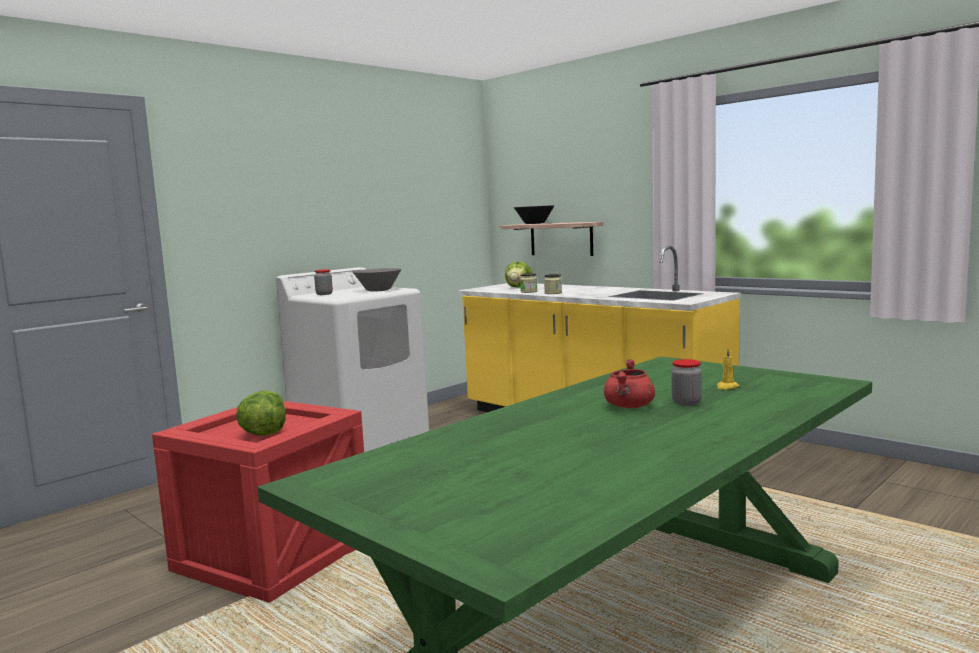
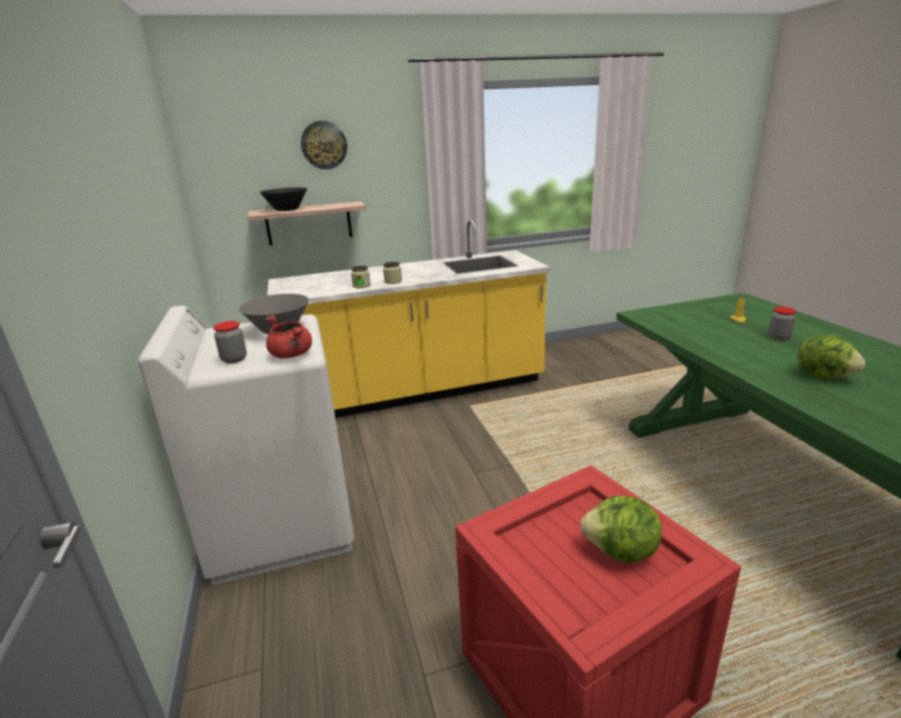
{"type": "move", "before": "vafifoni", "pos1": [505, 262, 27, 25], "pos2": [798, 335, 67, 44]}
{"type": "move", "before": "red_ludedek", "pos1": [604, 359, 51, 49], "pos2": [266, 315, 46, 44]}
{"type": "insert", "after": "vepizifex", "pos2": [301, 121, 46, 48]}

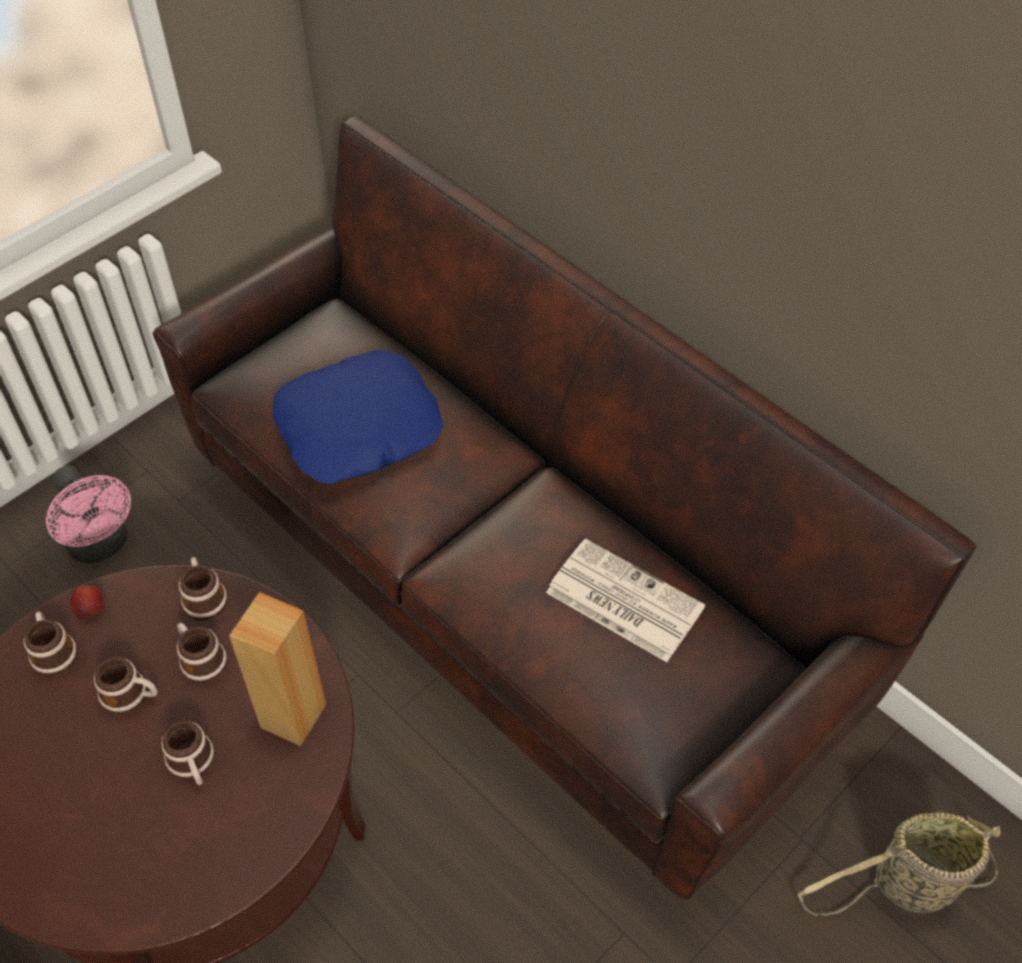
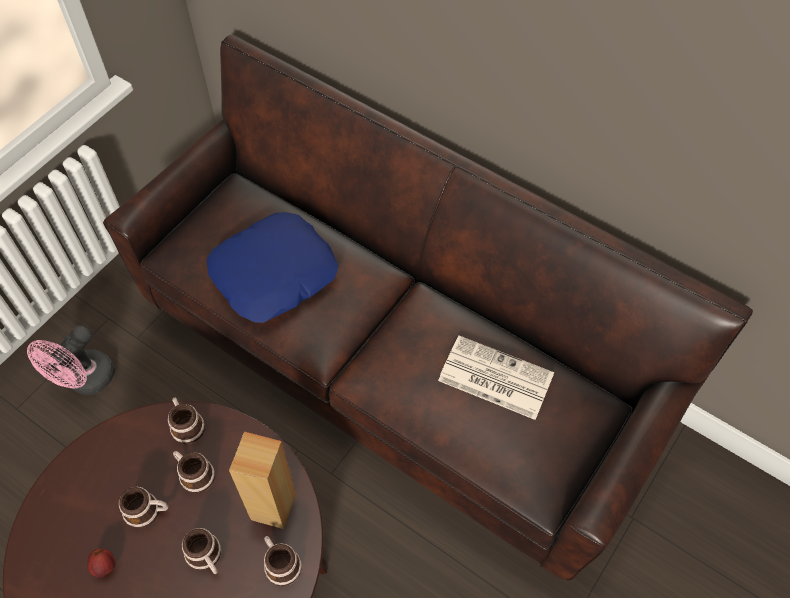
{"type": "rotate", "before": "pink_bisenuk", "pos1": [46, 465, 85, 98], "pos2": [27, 325, 88, 70], "turn": 75}
{"type": "move", "before": "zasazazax", "pos1": [70, 585, 35, 33], "pos2": [87, 549, 29, 29]}
{"type": "move", "before": "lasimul", "pos1": [24, 611, 54, 65], "pos2": [264, 536, 38, 50]}
{"type": "delete", "before": "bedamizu", "pos1": [798, 812, 203, 104]}

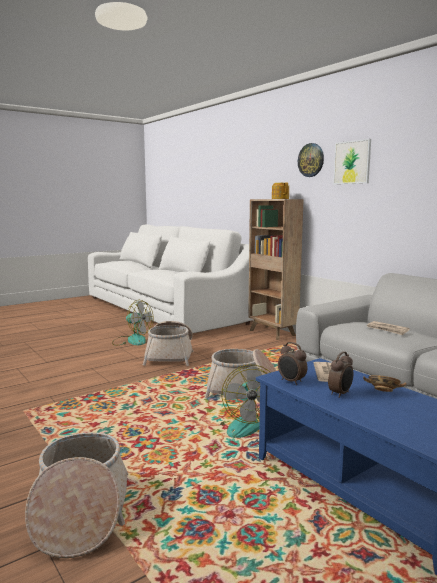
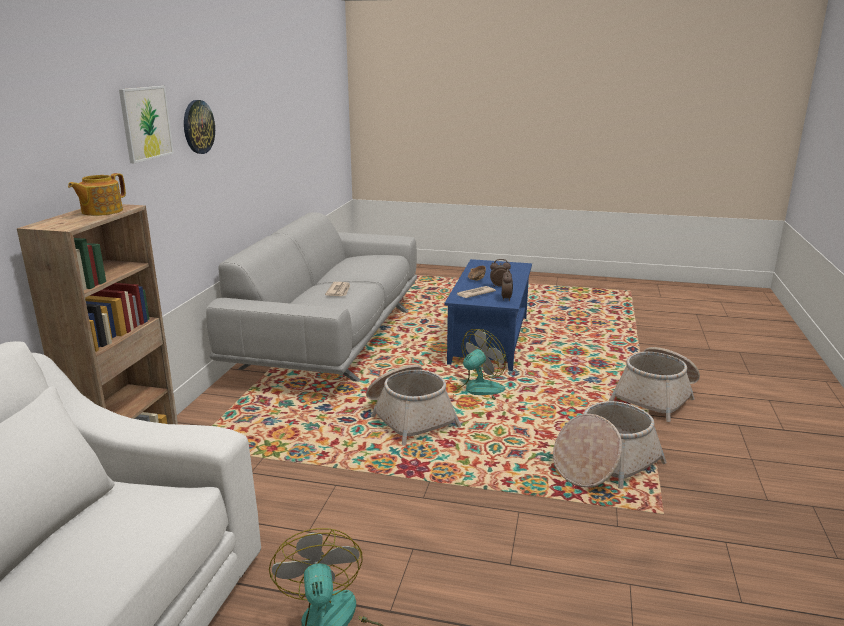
{"type": "move", "before": "vepizifex", "pos1": [298, 143, 26, 34], "pos2": [184, 100, 31, 54]}
{"type": "move", "before": "bedamizu", "pos1": [143, 321, 50, 45], "pos2": [553, 401, 114, 88]}

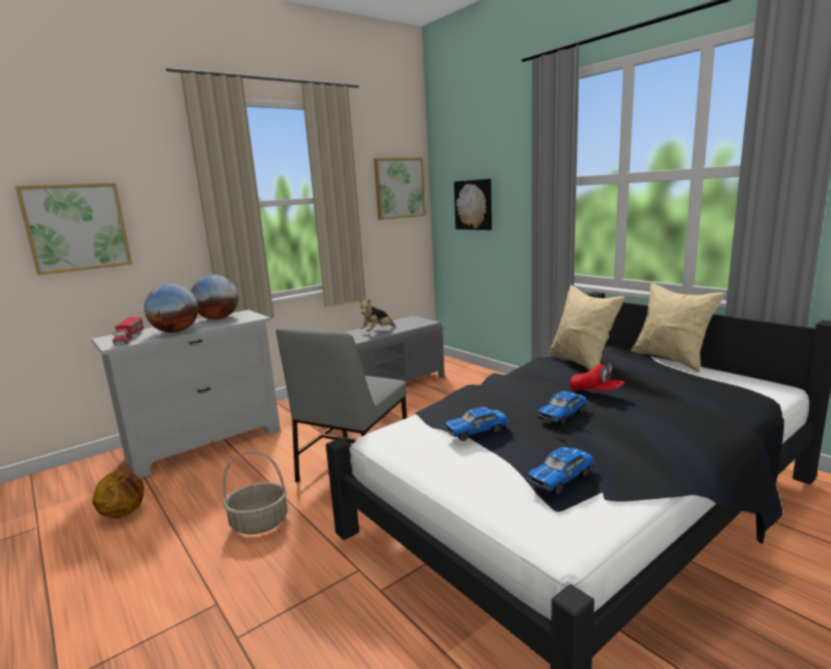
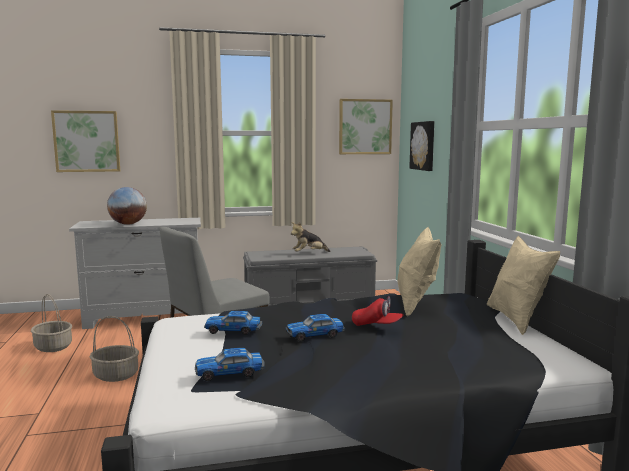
{"type": "delete", "before": "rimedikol", "pos1": [191, 275, 47, 45]}
{"type": "delete", "before": "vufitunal", "pos1": [112, 316, 32, 29]}
{"type": "rotate", "before": "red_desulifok", "pos1": [570, 363, 55, 28], "pos2": [352, 296, 52, 30], "turn": -45}
{"type": "replace", "before": "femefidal", "after": "bedamizu", "pos1": [93, 471, 51, 48], "pos2": [31, 294, 41, 58]}

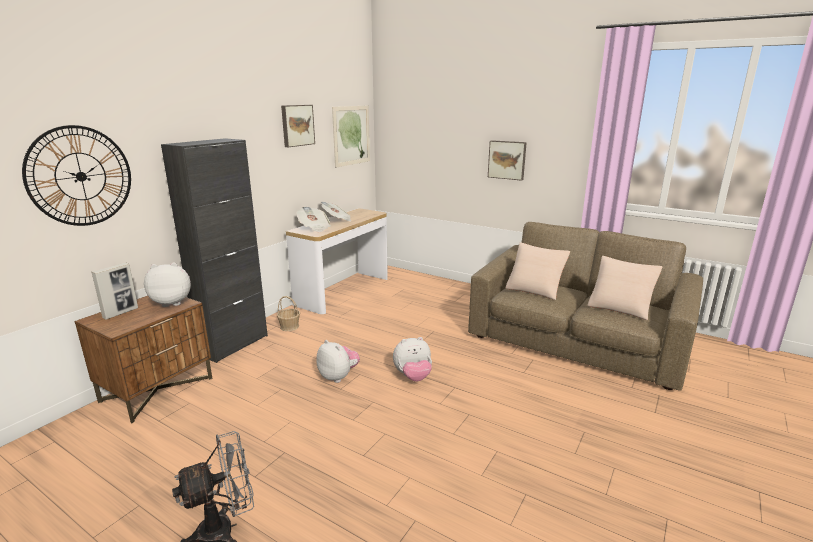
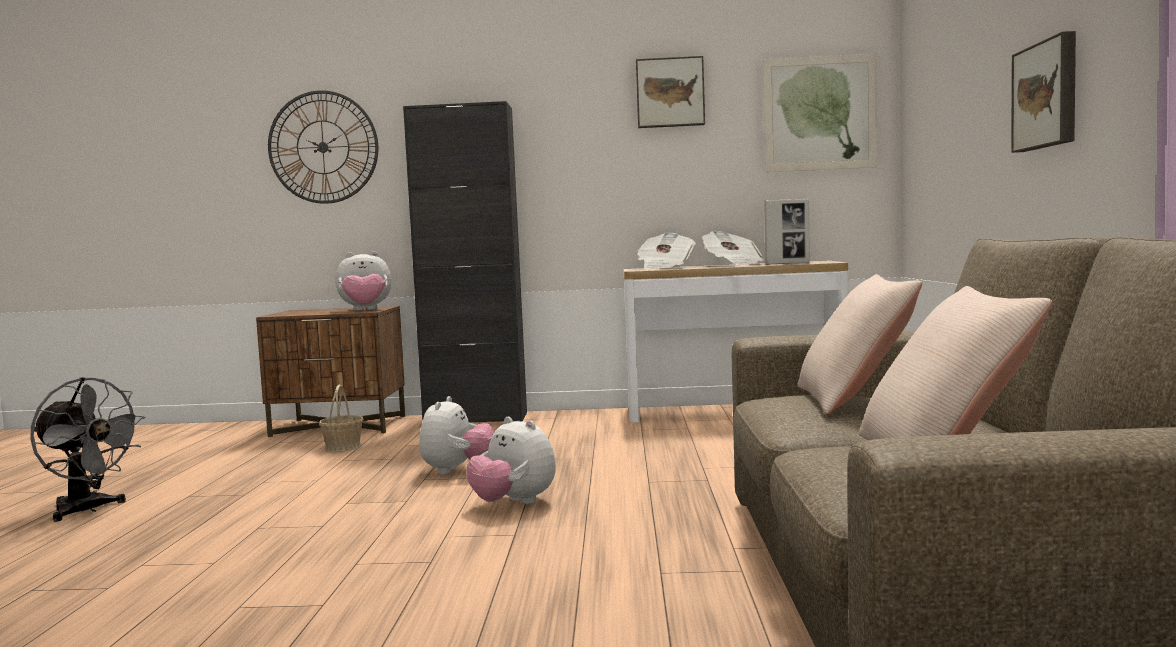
{"type": "rotate", "before": "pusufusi", "pos1": [144, 262, 47, 45], "pos2": [335, 251, 57, 60], "turn": 120}
{"type": "move", "before": "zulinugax", "pos1": [91, 263, 47, 57], "pos2": [764, 199, 46, 66]}
{"type": "move", "before": "bedamizu", "pos1": [277, 296, 23, 35], "pos2": [319, 385, 44, 67]}

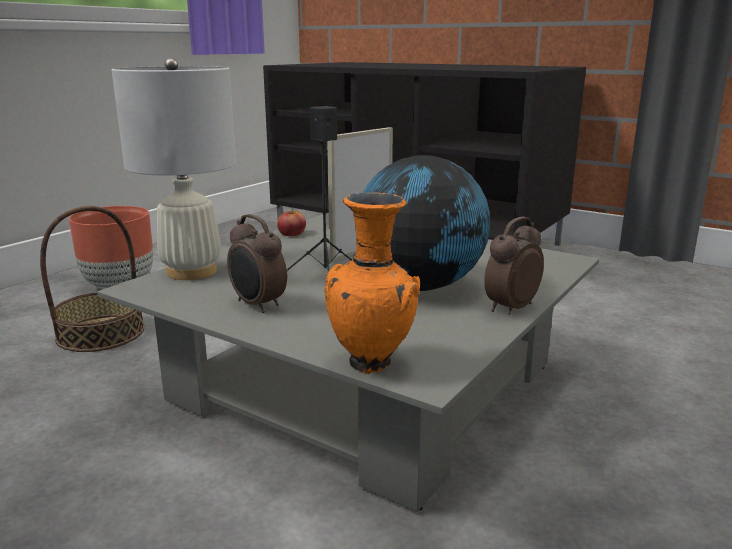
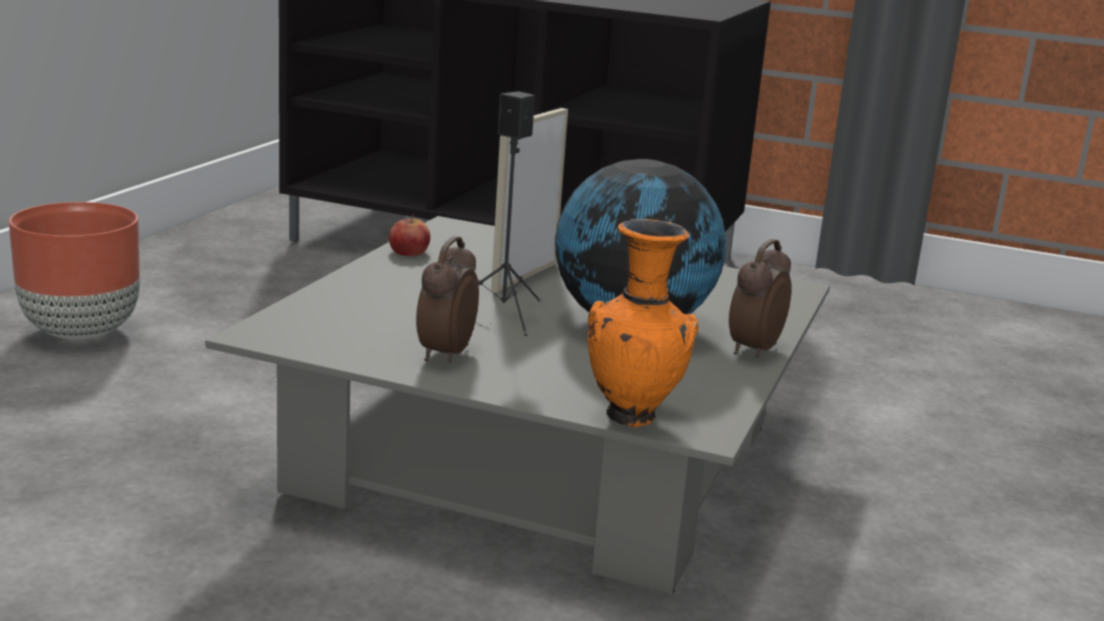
{"type": "delete", "before": "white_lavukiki", "pos1": [112, 58, 124, 222]}
{"type": "delete", "before": "bedamizu", "pos1": [40, 206, 105, 146]}
{"type": "rotate", "before": "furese", "pos1": [227, 214, 60, 99], "pos2": [416, 236, 63, 126], "turn": 75}

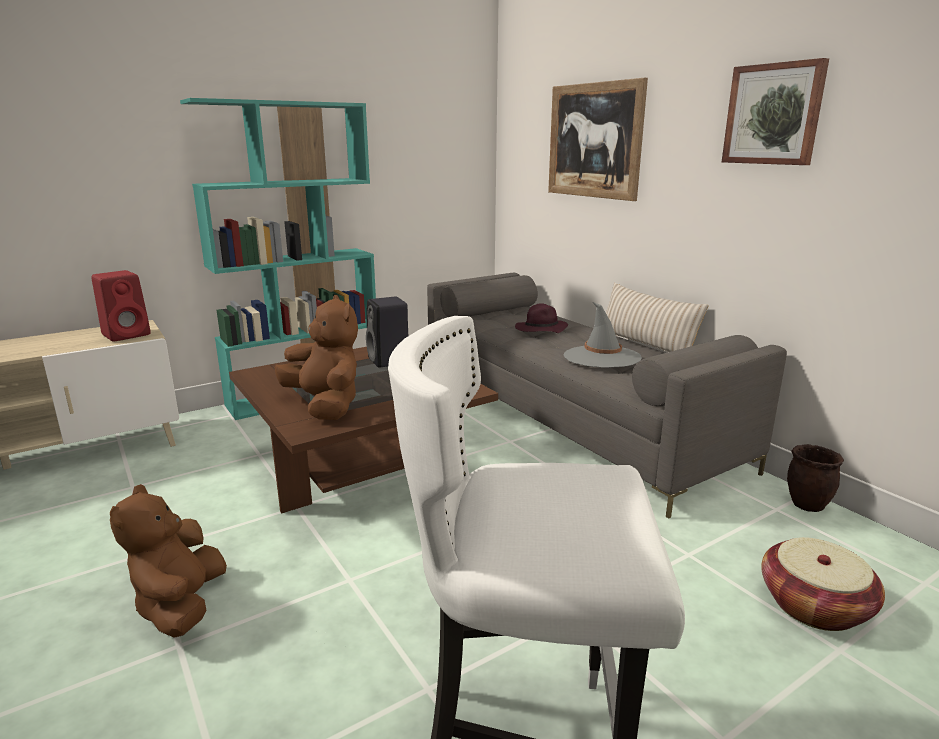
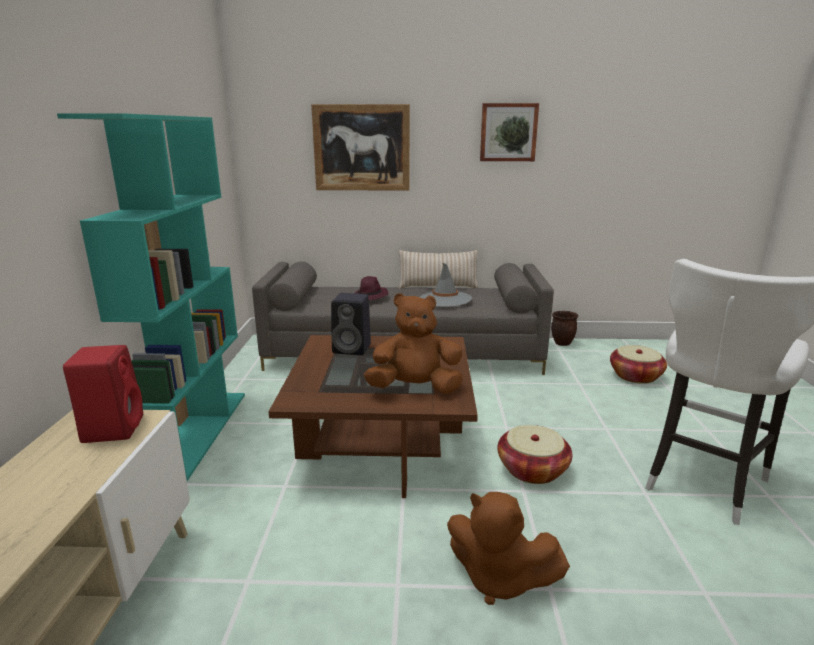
{"type": "insert", "after": "bedamizu", "pos2": [497, 425, 75, 59]}

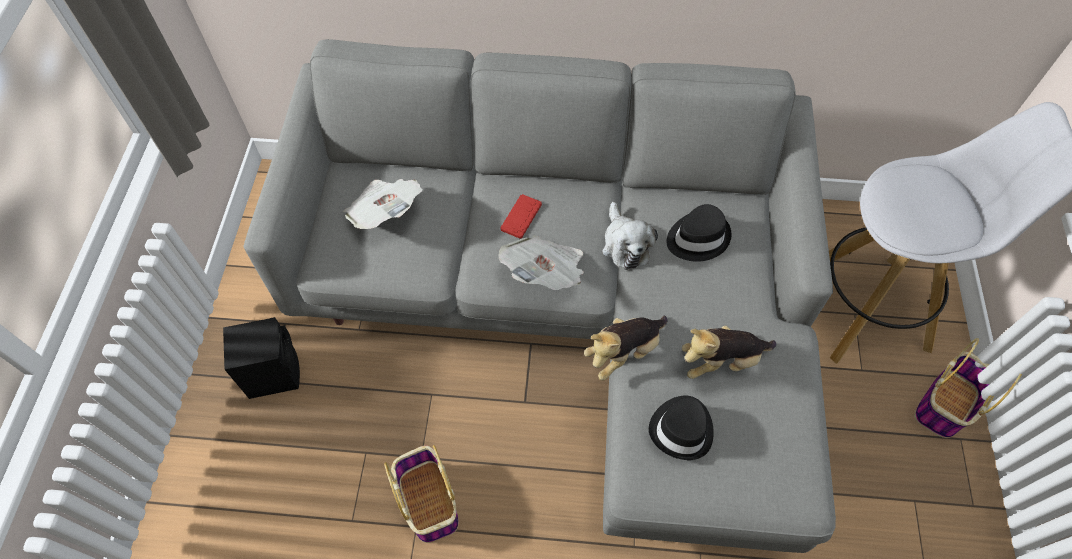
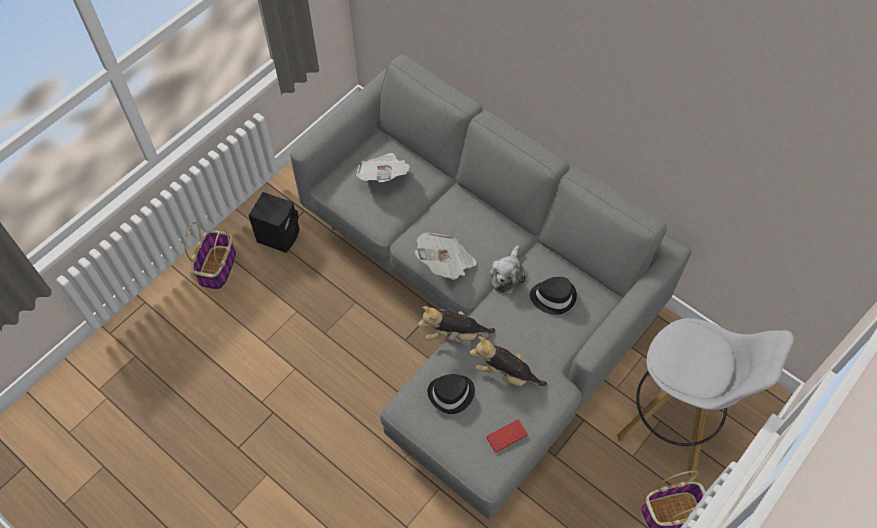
{"type": "move", "before": "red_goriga", "pos1": [500, 194, 42, 45], "pos2": [486, 420, 41, 33]}
{"type": "move", "before": "bedamizu", "pos1": [384, 445, 75, 98], "pos2": [184, 222, 53, 68]}

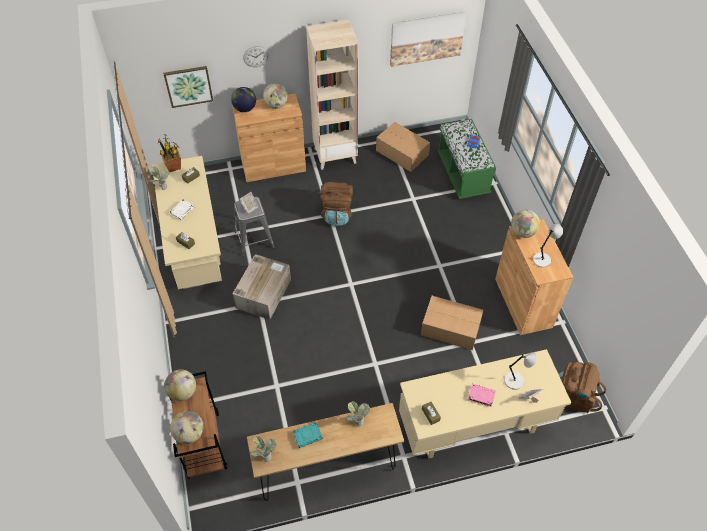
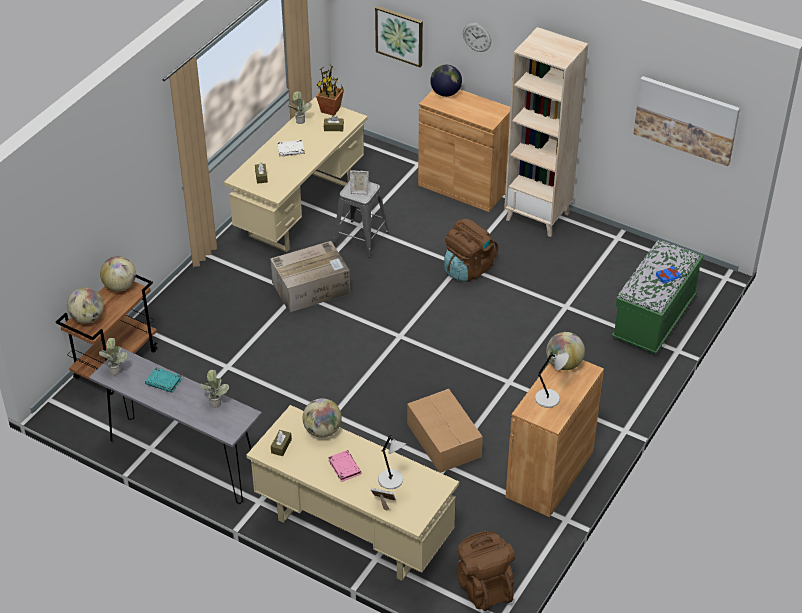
{"type": "move", "before": "rimedikol", "pos1": [263, 83, 25, 26], "pos2": [302, 398, 40, 40]}
{"type": "delete", "before": "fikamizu", "pos1": [376, 122, 54, 50]}
{"type": "recolor", "before": "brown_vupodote", "after": "grey_vupodote", "pos1": [247, 403, 157, 98], "pos2": [89, 348, 173, 156]}

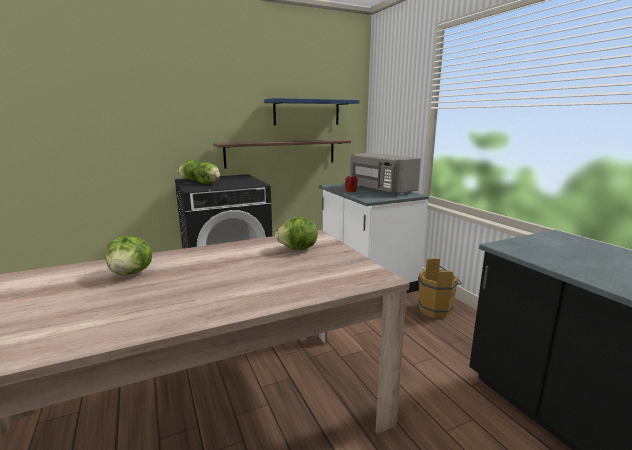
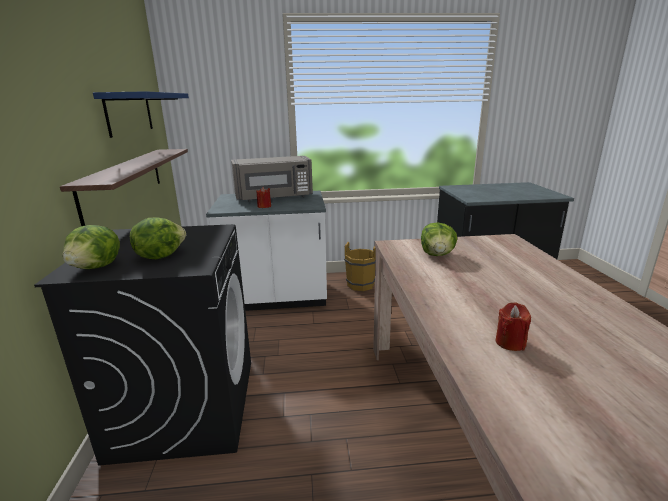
{"type": "replace", "before": "vafifoni", "after": "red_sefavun", "pos1": [106, 236, 46, 39], "pos2": [496, 302, 35, 49]}

